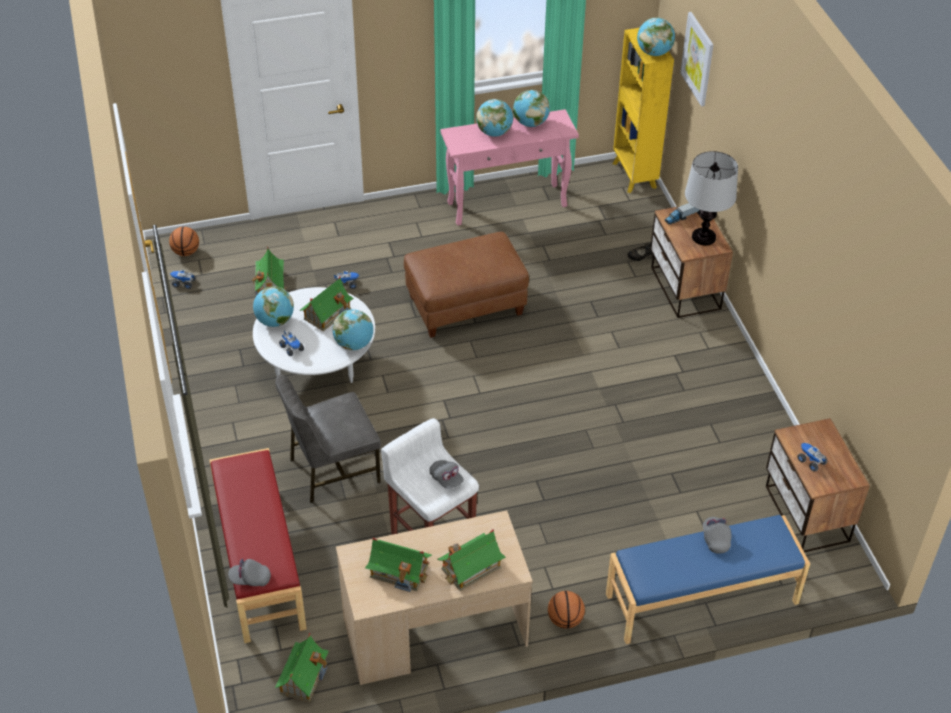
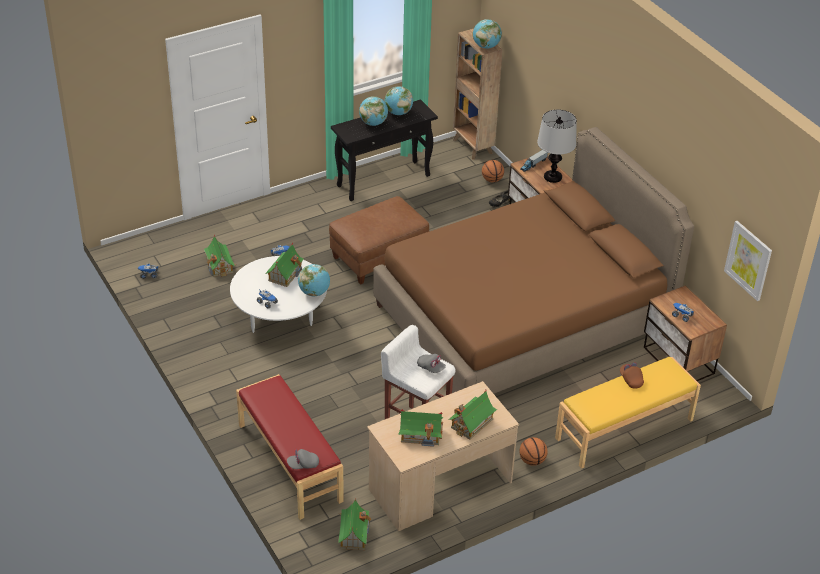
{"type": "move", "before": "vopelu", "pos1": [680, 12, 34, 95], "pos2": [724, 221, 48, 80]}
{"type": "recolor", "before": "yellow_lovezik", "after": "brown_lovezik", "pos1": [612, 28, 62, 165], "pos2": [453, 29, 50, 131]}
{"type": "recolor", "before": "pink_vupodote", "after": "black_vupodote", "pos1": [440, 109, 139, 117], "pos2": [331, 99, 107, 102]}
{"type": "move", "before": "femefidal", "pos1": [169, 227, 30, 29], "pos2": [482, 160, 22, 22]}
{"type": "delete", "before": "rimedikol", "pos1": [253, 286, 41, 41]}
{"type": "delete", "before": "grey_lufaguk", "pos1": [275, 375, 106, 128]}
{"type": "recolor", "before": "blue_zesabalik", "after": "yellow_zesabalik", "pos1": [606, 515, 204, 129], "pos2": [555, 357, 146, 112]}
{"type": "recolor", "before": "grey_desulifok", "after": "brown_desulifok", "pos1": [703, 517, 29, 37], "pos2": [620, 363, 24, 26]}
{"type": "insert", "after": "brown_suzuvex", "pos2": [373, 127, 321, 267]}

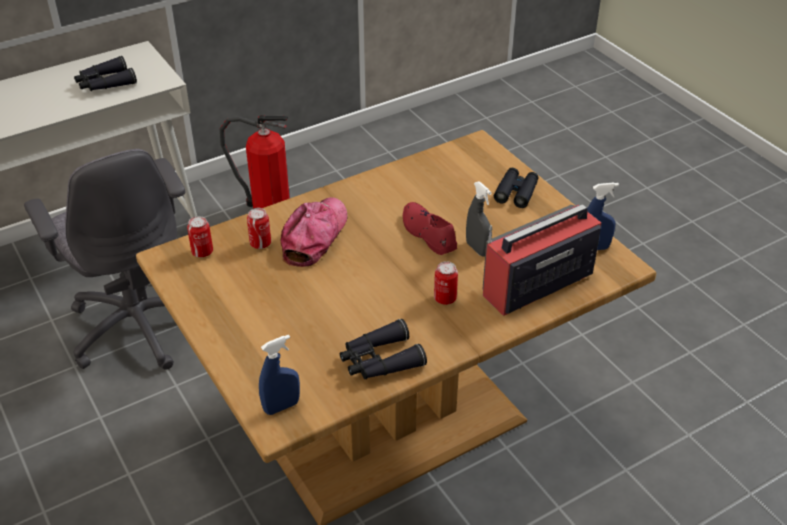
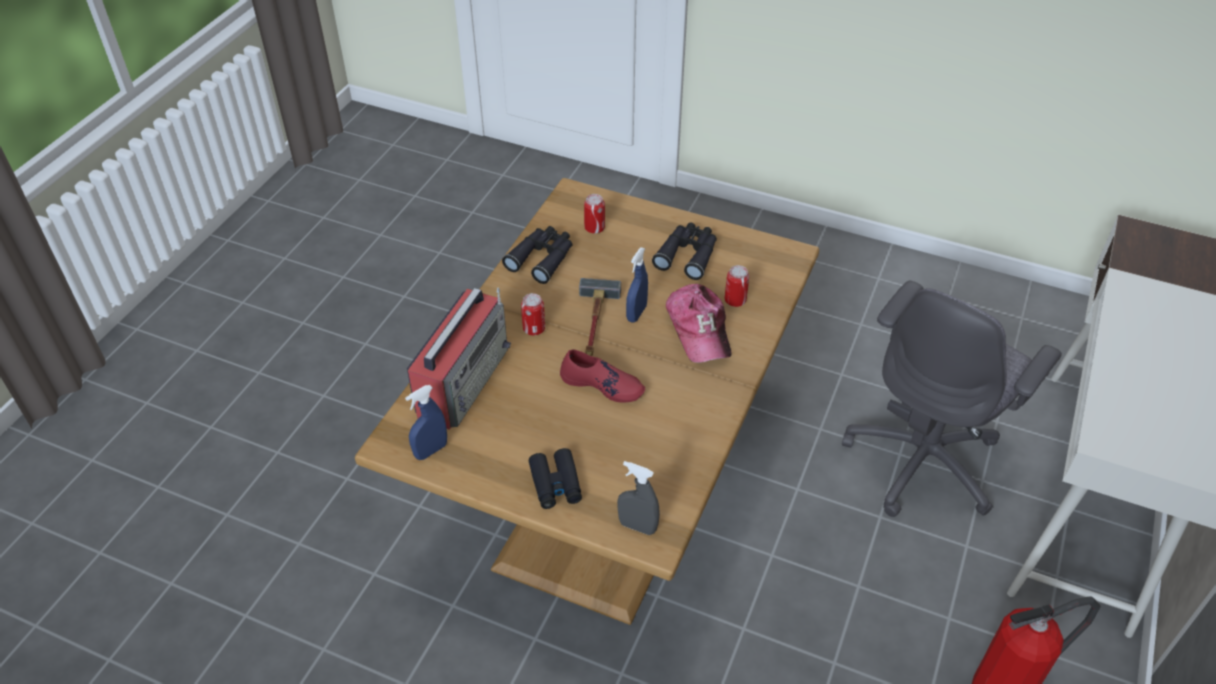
{"type": "move", "before": "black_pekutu", "pos1": [74, 56, 63, 35], "pos2": [652, 222, 65, 58]}
{"type": "rotate", "before": "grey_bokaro", "pos1": [24, 149, 161, 221], "pos2": [842, 281, 220, 236], "turn": -75}
{"type": "move", "before": "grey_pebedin", "pos1": [466, 181, 26, 75], "pos2": [617, 461, 43, 74]}
{"type": "move", "before": "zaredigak", "pos1": [187, 216, 26, 41], "pos2": [584, 194, 21, 39]}
{"type": "move", "before": "blue_pebedin", "pos1": [259, 335, 41, 80], "pos2": [626, 247, 22, 76]}
{"type": "insert", "after": "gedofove", "pos2": [579, 278, 42, 78]}

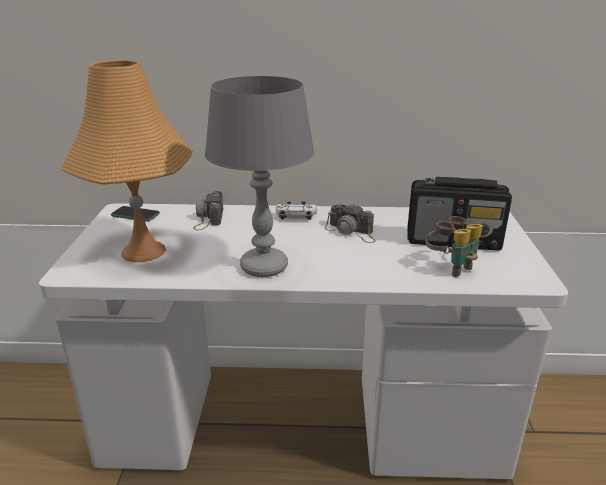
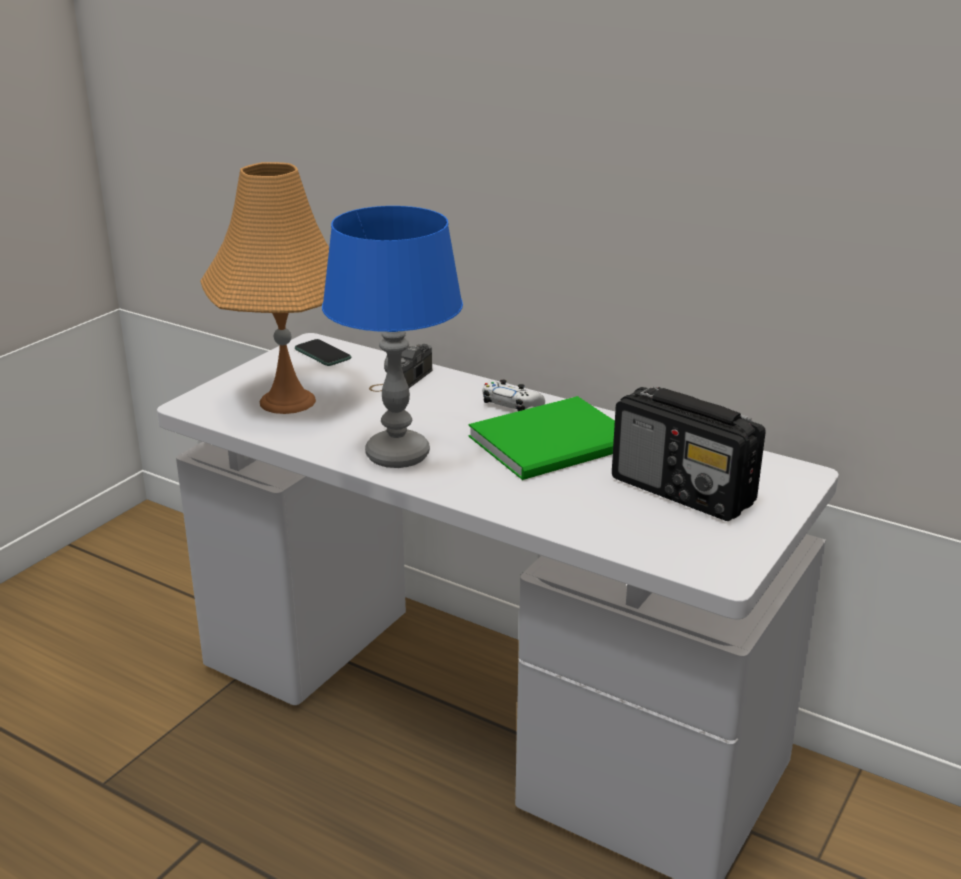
{"type": "recolor", "before": "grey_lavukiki", "after": "blue_lavukiki", "pos1": [205, 76, 110, 201], "pos2": [322, 206, 141, 262]}
{"type": "replace", "before": "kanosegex", "after": "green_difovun", "pos1": [325, 203, 51, 40], "pos2": [468, 396, 147, 84]}
{"type": "delete", "before": "pekutu", "pos1": [425, 216, 58, 61]}

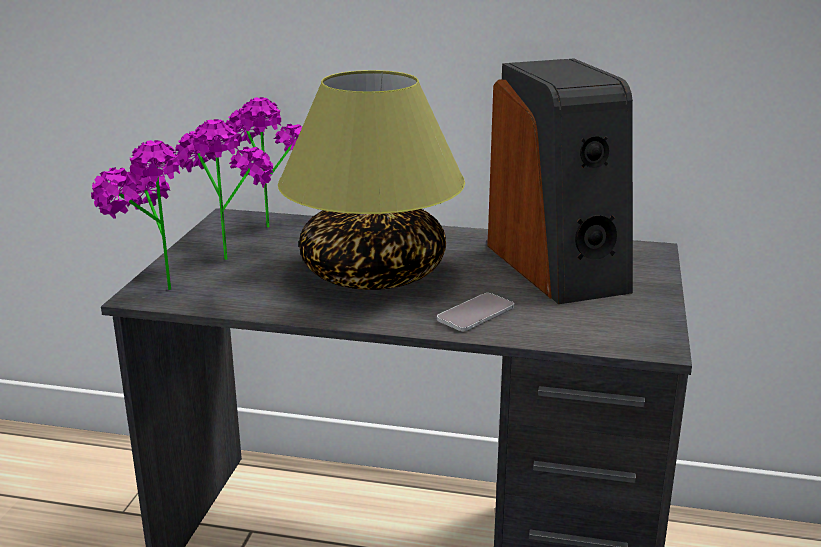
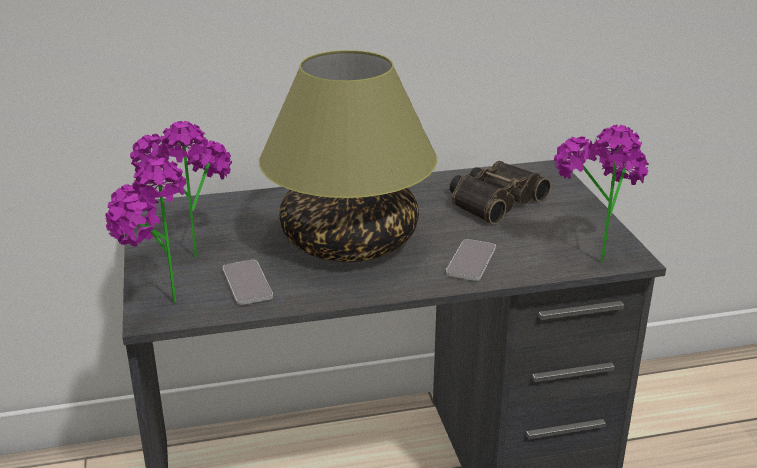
{"type": "replace", "before": "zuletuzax", "after": "pekutu", "pos1": [487, 58, 146, 246], "pos2": [450, 161, 101, 64]}
{"type": "move", "before": "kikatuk", "pos1": [226, 97, 77, 131], "pos2": [554, 125, 95, 138]}
{"type": "insert", "after": "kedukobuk", "pos2": [223, 260, 50, 45]}

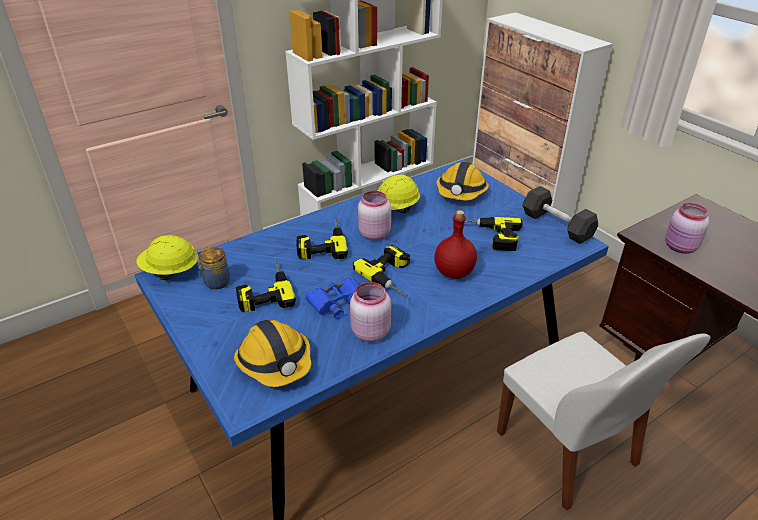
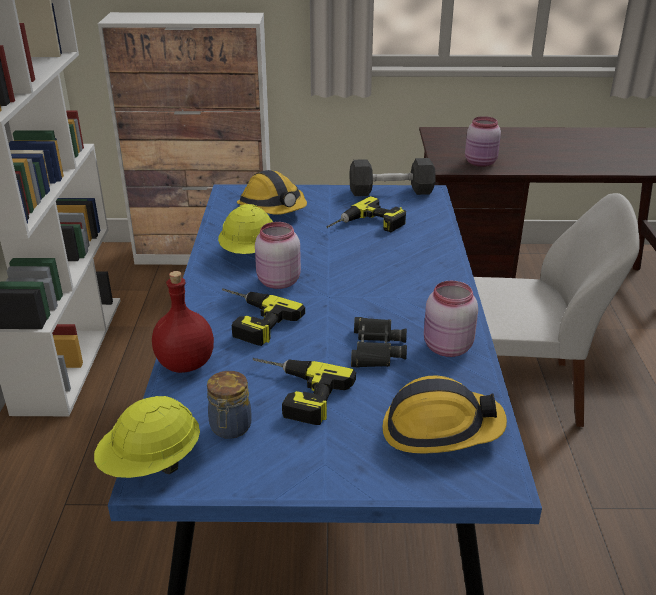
{"type": "move", "before": "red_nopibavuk", "pos1": [434, 210, 43, 69], "pos2": [152, 271, 62, 102]}
{"type": "delete", "before": "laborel", "pos1": [353, 245, 57, 52]}
{"type": "recolor", "before": "blue_pekutu", "after": "black_pekutu", "pos1": [305, 276, 54, 43], "pos2": [351, 317, 56, 51]}

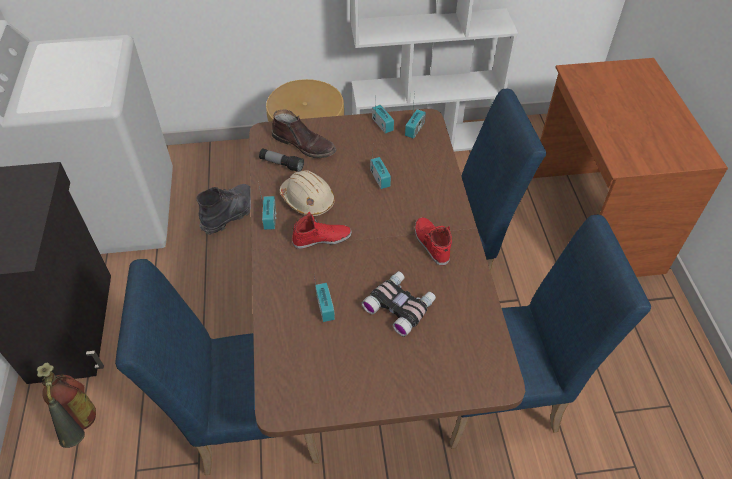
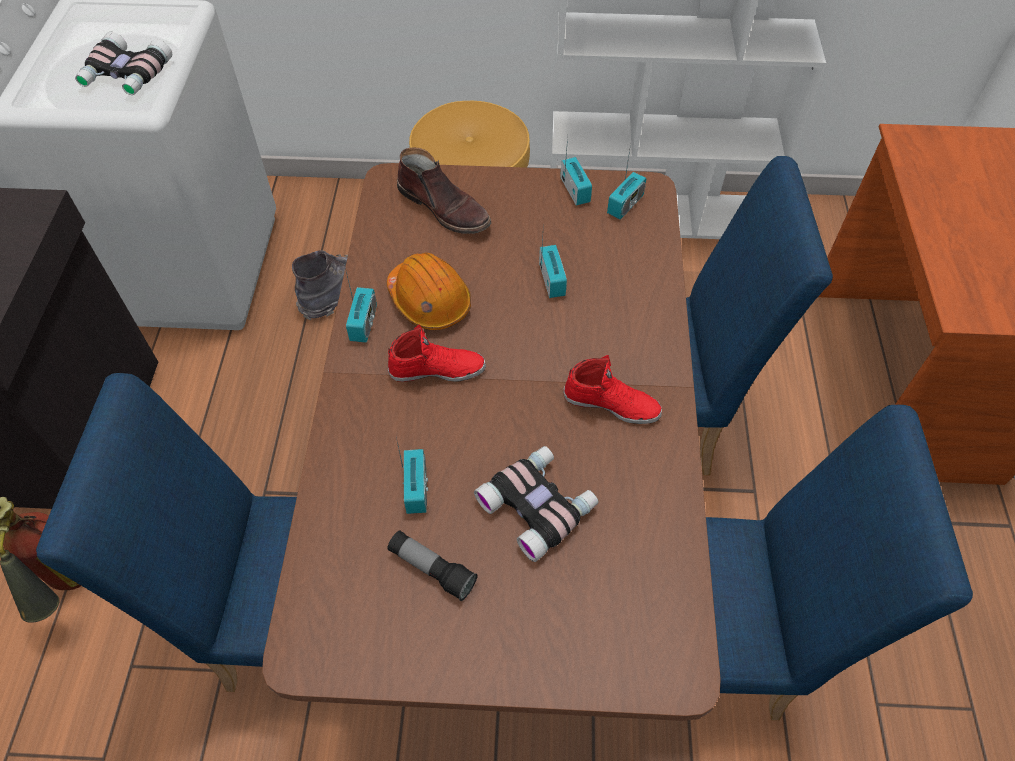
{"type": "move", "before": "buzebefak", "pos1": [259, 148, 45, 24], "pos2": [387, 531, 91, 70]}
{"type": "recolor", "before": "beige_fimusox", "after": "orange_fimusox", "pos1": [280, 170, 55, 46], "pos2": [387, 252, 84, 78]}
{"type": "rotate", "before": "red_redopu", "pos1": [415, 217, 37, 49], "pos2": [563, 355, 99, 69], "turn": 120}
{"type": "insert", "after": "pekutu", "pos2": [75, 32, 97, 63]}

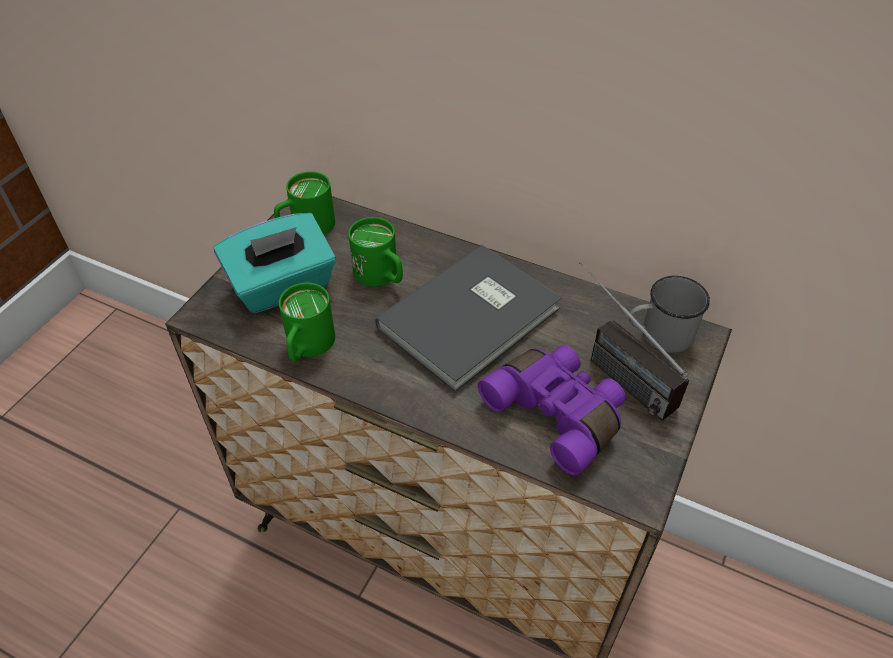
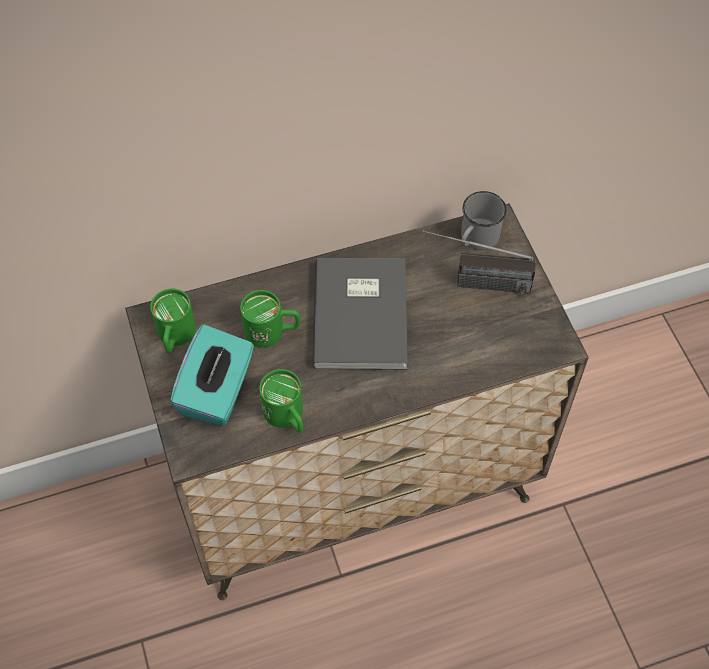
{"type": "delete", "before": "purple_pekutu", "pos1": [478, 345, 148, 130]}

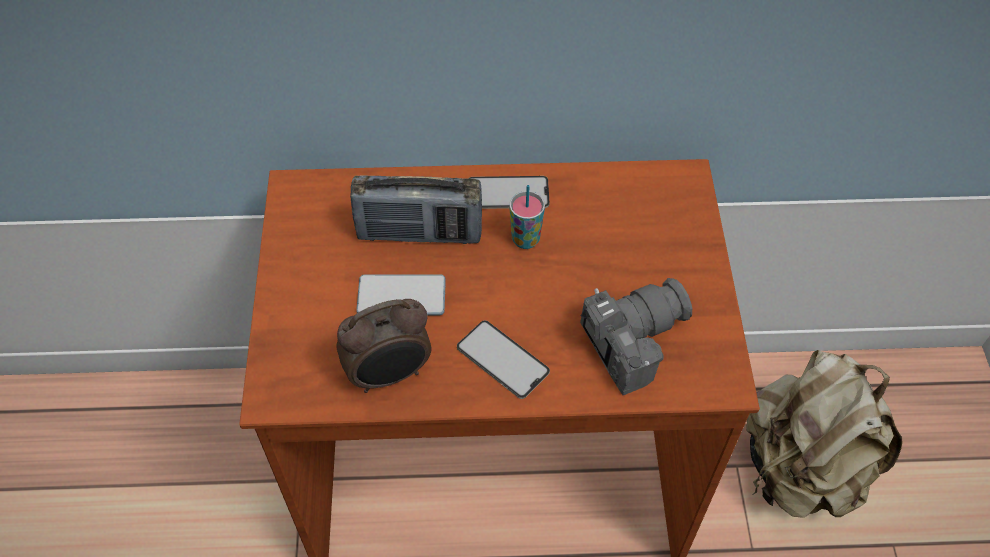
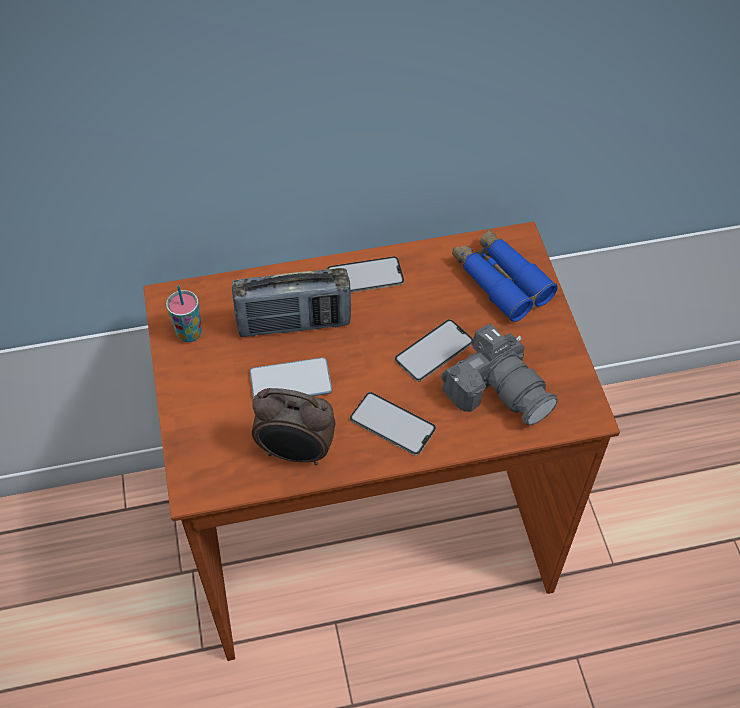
{"type": "move", "before": "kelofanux", "pos1": [510, 185, 35, 64], "pos2": [166, 285, 36, 57]}
{"type": "rotate", "before": "kanosegex", "pos1": [580, 278, 112, 117], "pos2": [441, 323, 117, 103], "turn": 90}
{"type": "rotate", "before": "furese", "pos1": [337, 299, 94, 94], "pos2": [252, 388, 83, 77], "turn": 45}
{"type": "delete", "before": "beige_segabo", "pos1": [746, 350, 156, 168]}
{"type": "insert", "after": "blue_pekutu", "pos2": [452, 229, 105, 93]}
{"type": "insert", "after": "kedukobuk", "pos2": [395, 319, 78, 63]}

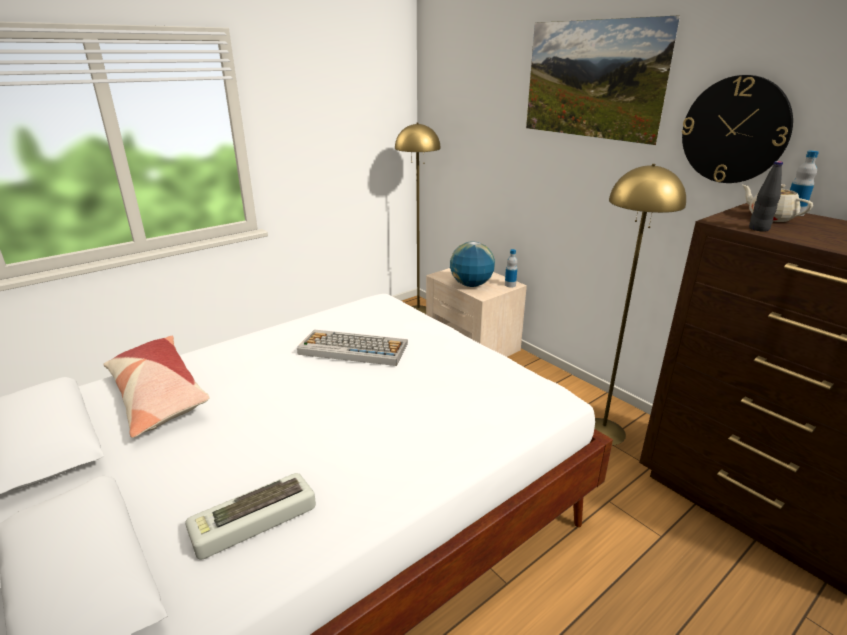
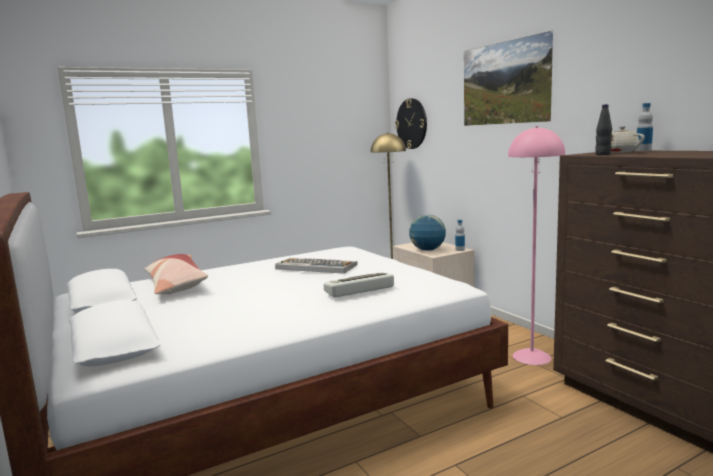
{"type": "move", "before": "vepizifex", "pos1": [682, 75, 111, 108], "pos2": [395, 98, 32, 51]}
{"type": "recolor", "before": "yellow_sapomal", "after": "pink_sapomal", "pos1": [594, 164, 92, 281], "pos2": [508, 126, 57, 239]}
{"type": "move", "before": "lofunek", "pos1": [185, 473, 131, 87], "pos2": [324, 273, 70, 24]}

